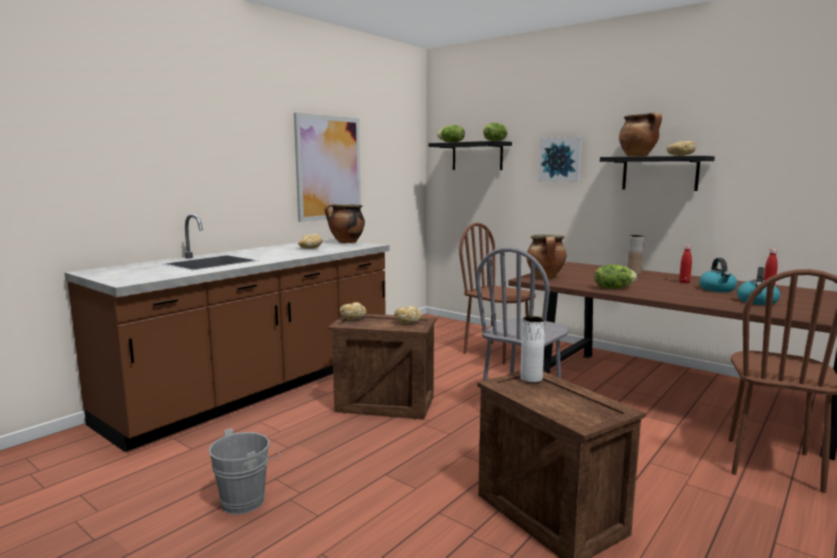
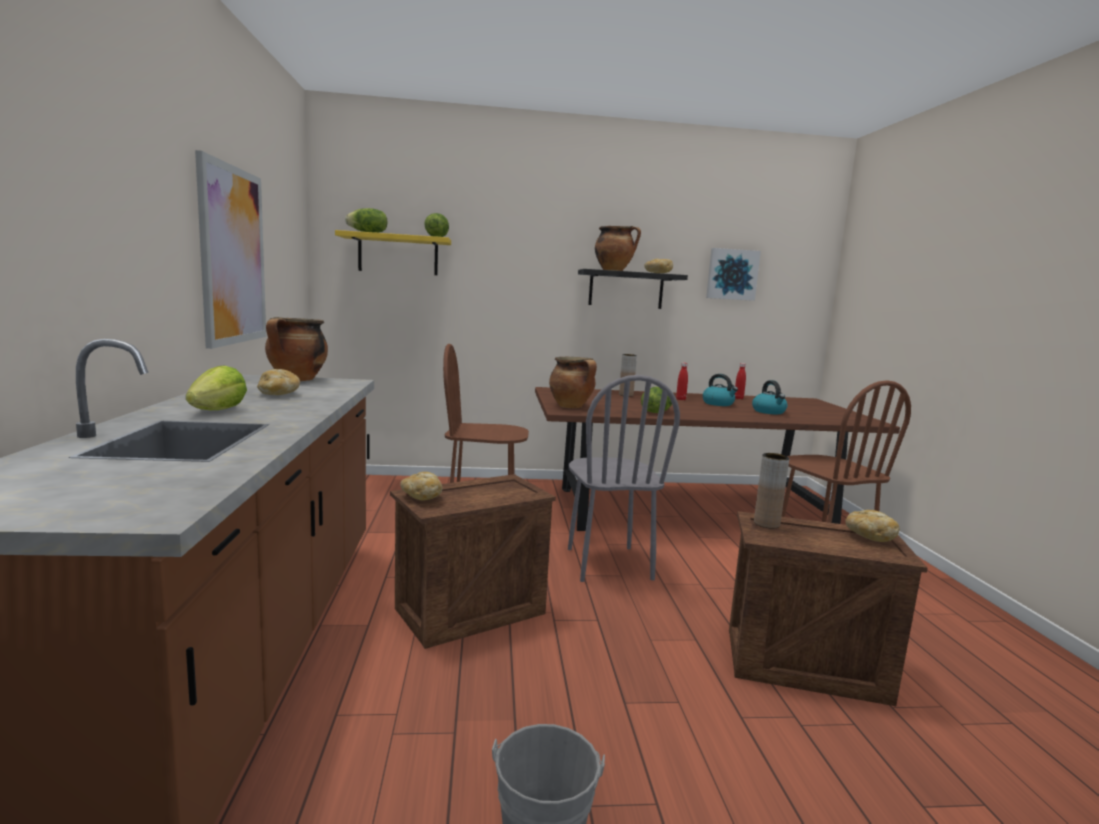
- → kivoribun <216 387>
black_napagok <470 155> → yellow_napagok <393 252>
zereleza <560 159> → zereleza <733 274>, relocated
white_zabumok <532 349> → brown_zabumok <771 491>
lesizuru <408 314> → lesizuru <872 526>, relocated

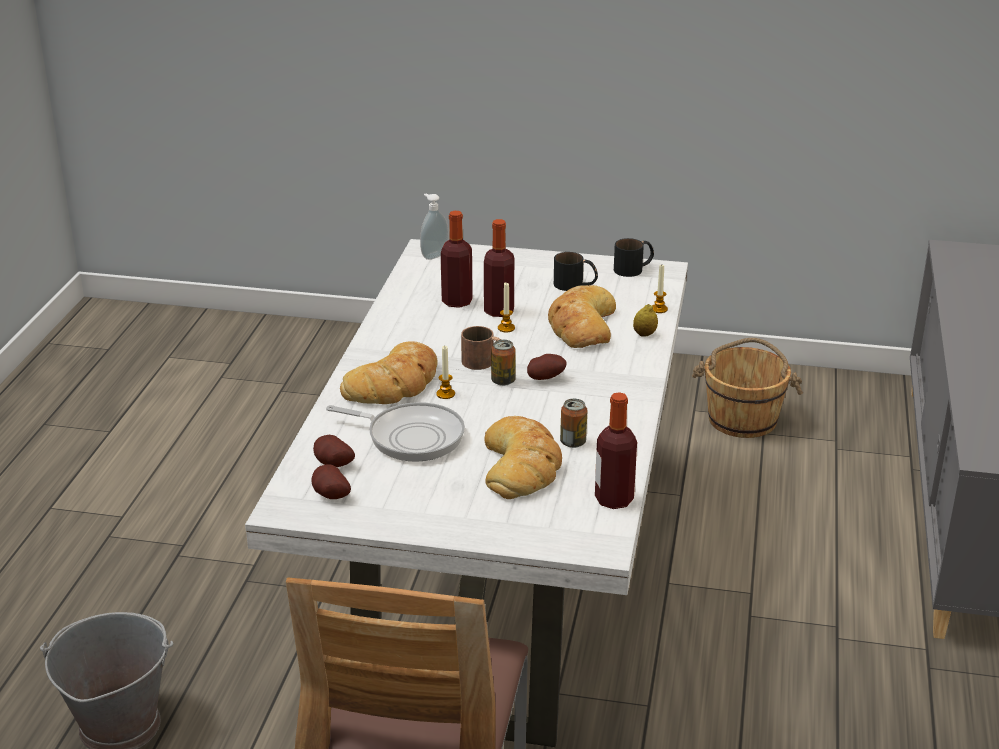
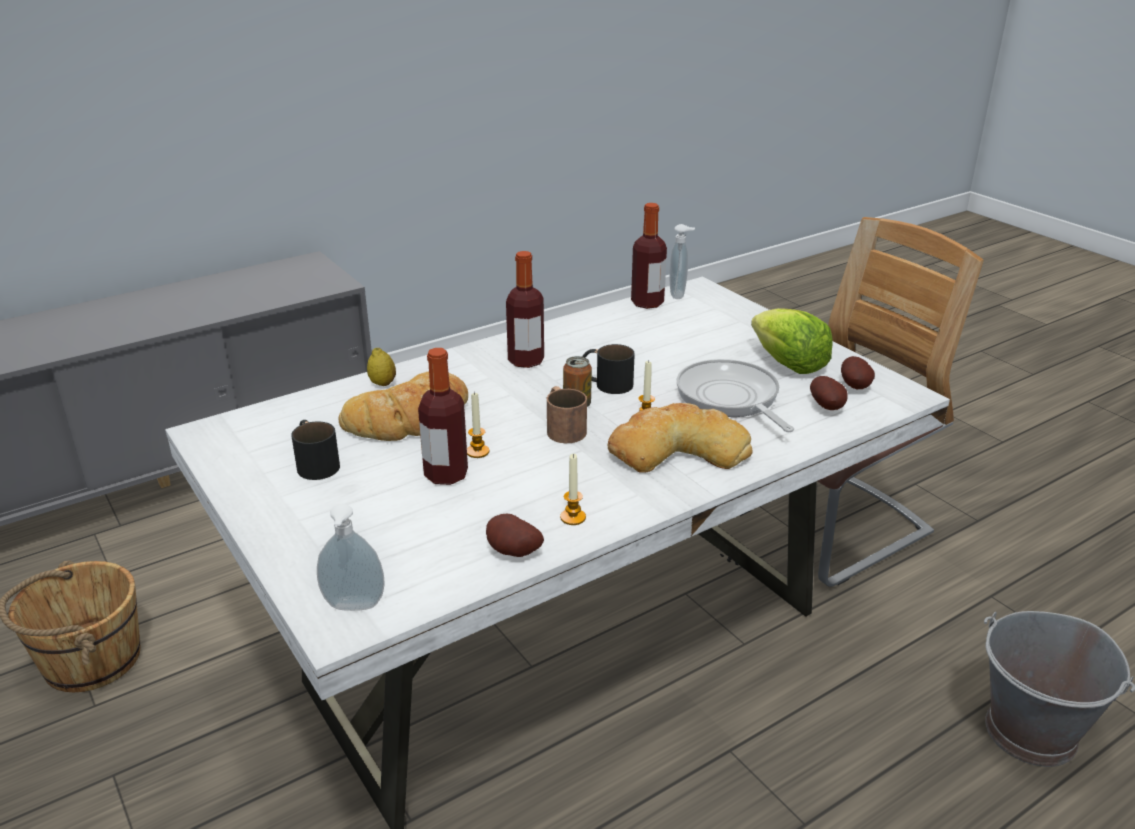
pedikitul <547 367> → pedikitul <515 535>, relocated
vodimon <457 259> → vodimon <525 309>, relocated
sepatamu <660 289> → sepatamu <573 489>, relocated
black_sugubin <634 257> → black_sugubin <608 369>, relocated
- → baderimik <682 261>
- → kivoribun <792 341>
lesizuru <523 457> → -
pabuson <573 423> → -

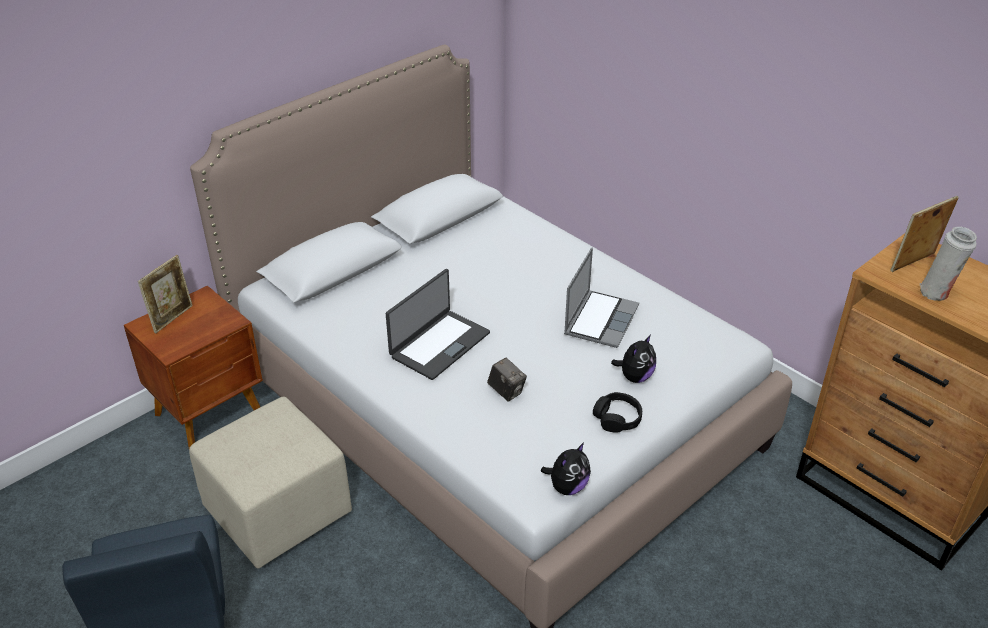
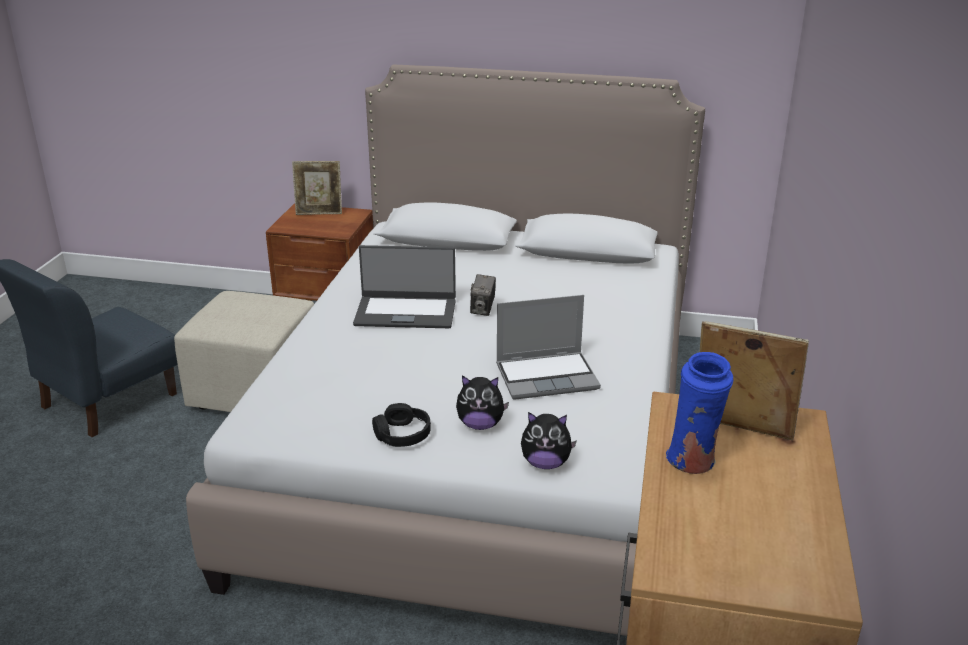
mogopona <507 379> → mogopona <483 295>, relocated
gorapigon <566 469> → gorapigon <549 440>, relocated
white_zabumok <948 264> → blue_zabumok <699 413>

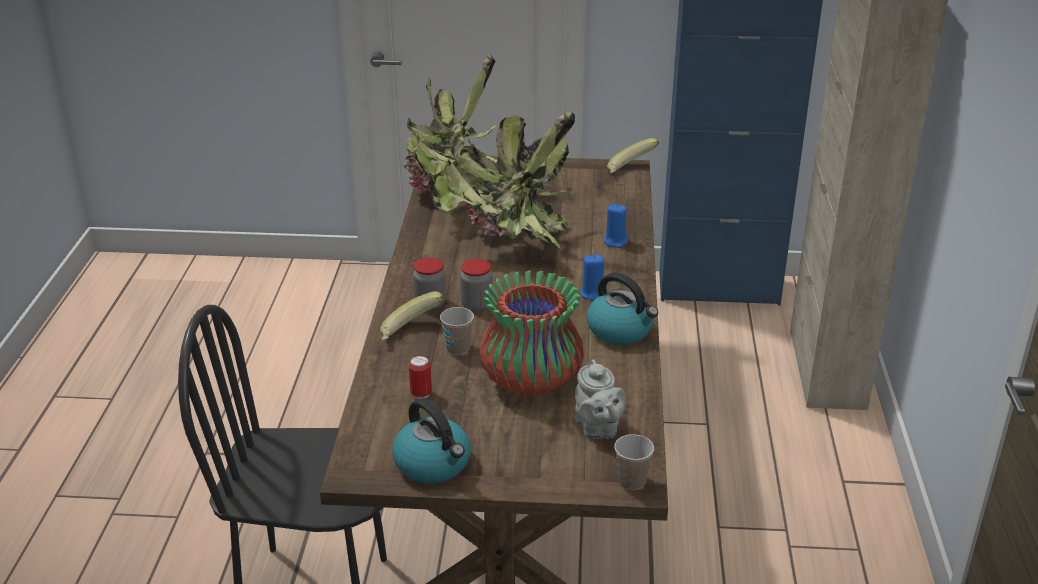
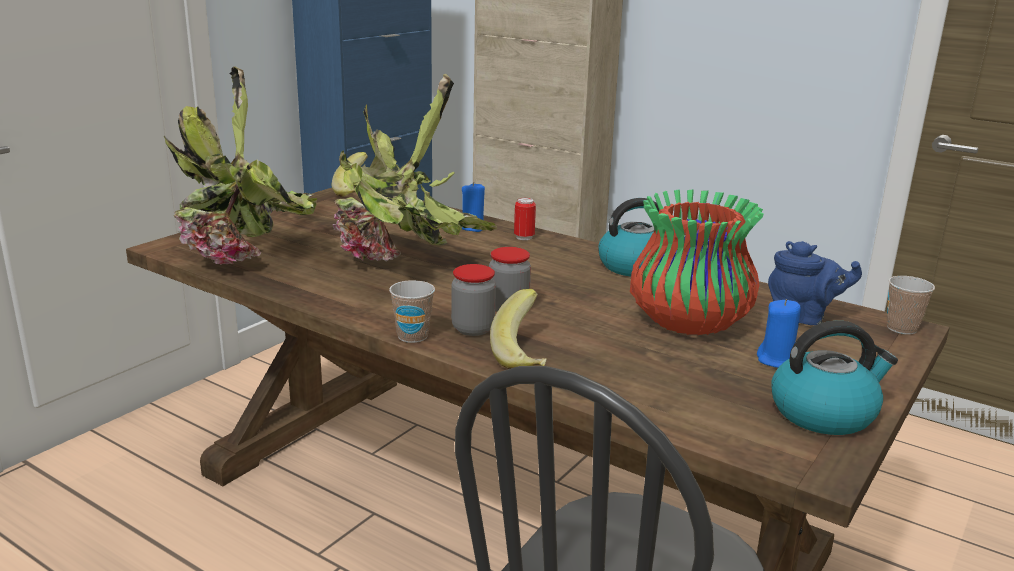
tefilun <457 331> → tefilun <412 311>, relocated
pabuson <420 377> → pabuson <525 219>, relocated
blue_sepatamu <592 277> → blue_sepatamu <779 333>, relocated
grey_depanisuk <600 399> → blue_depanisuk <815 283>

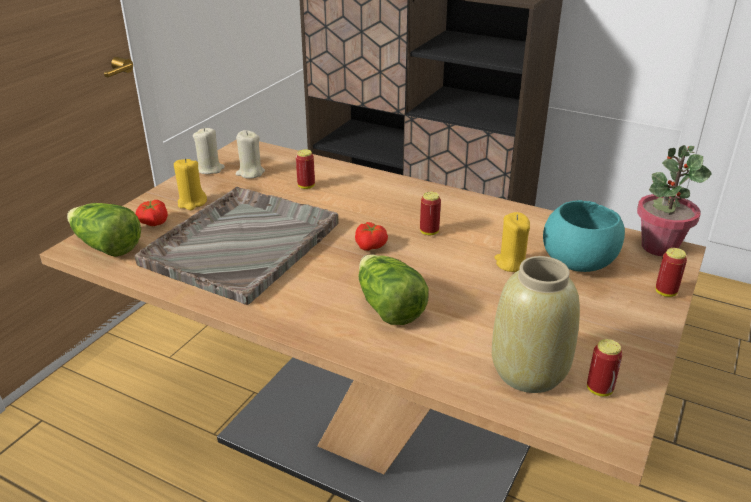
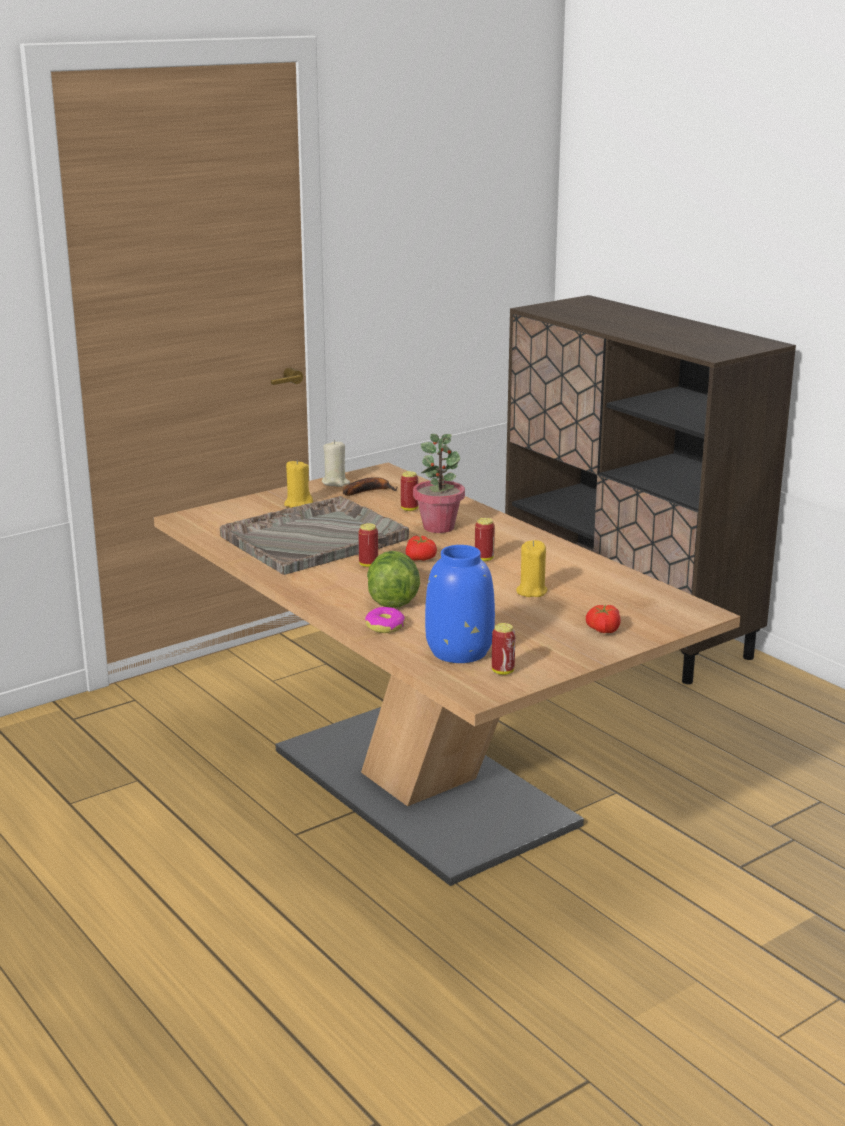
beige_sepatamu <250 154> → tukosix <370 486>
pabuson <671 272> → pabuson <368 545>, relocated
- → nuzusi <385 620>
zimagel <674 201> → zimagel <439 483>, relocated
beige_zabumok <536 324> → blue_zabumok <460 604>
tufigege <151 213> → tufigege <603 619>, relocated
kivoribun <104 230> → -
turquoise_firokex <584 236> → -

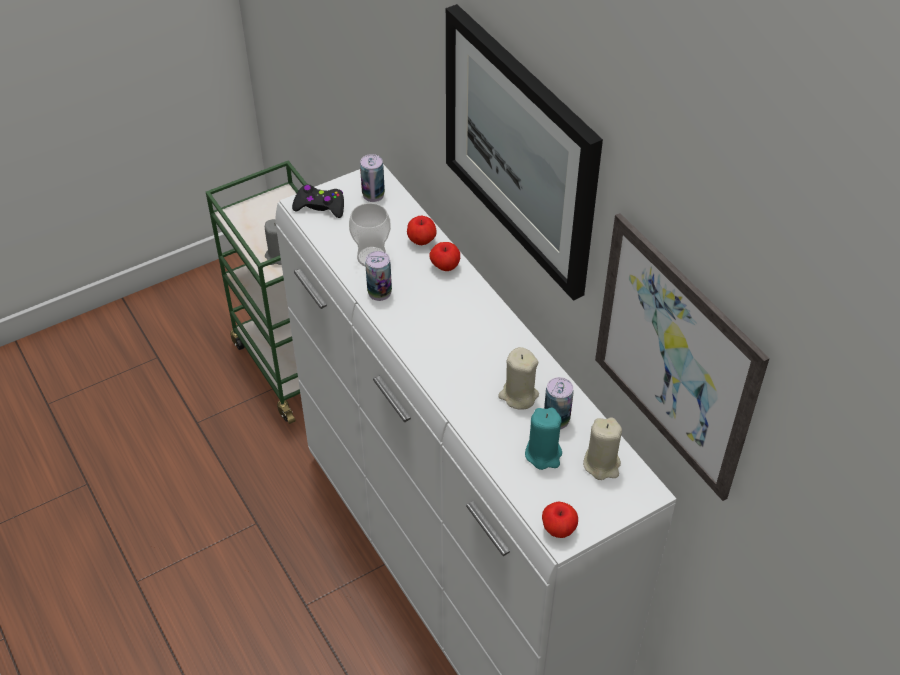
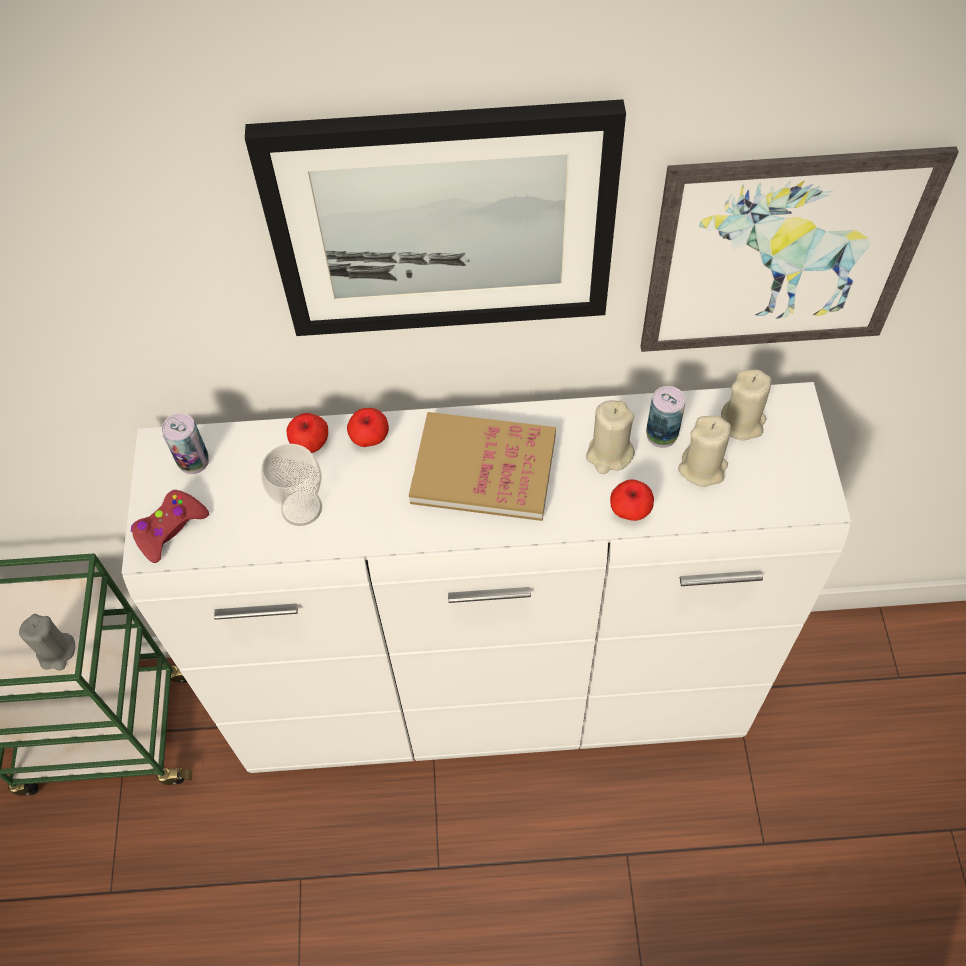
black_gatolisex <318 201> → red_gatolisex <170 526>
- → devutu <482 466>
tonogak <560 520> → tonogak <632 500>, relocated
turquoise_sepatamu <543 438> → beige_sepatamu <704 451>
pabuson <378 276> → -

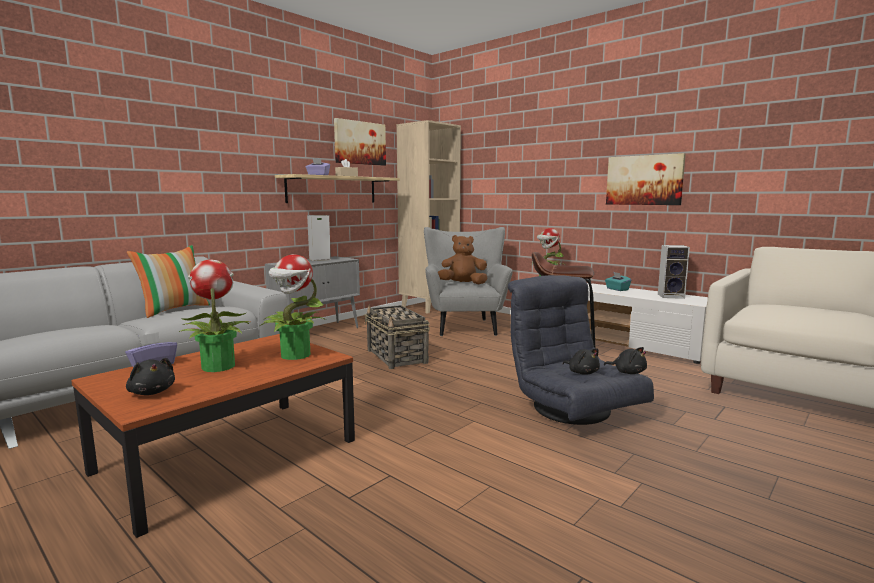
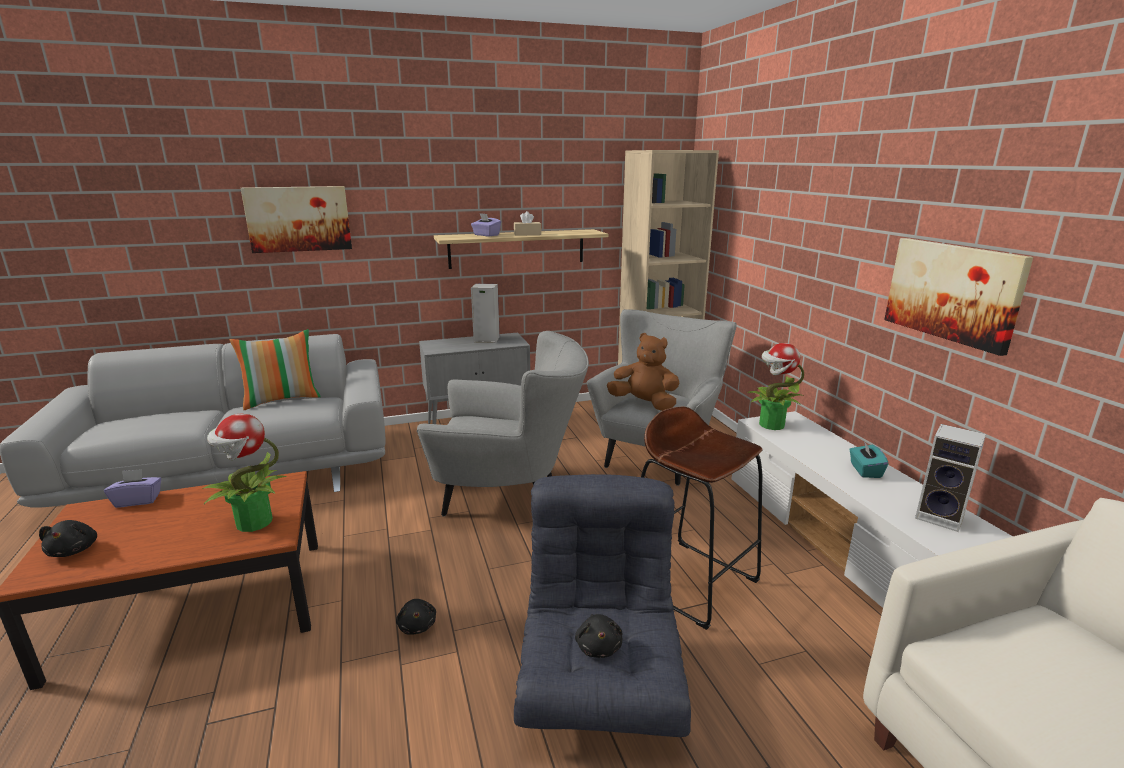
zereleza <360 142> → zereleza <296 219>, relocated
black_gorapigon <625 360> → black_gorapigon <416 616>, relocated
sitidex <397 336> → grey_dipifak <503 424>
zimagel <214 315> → -

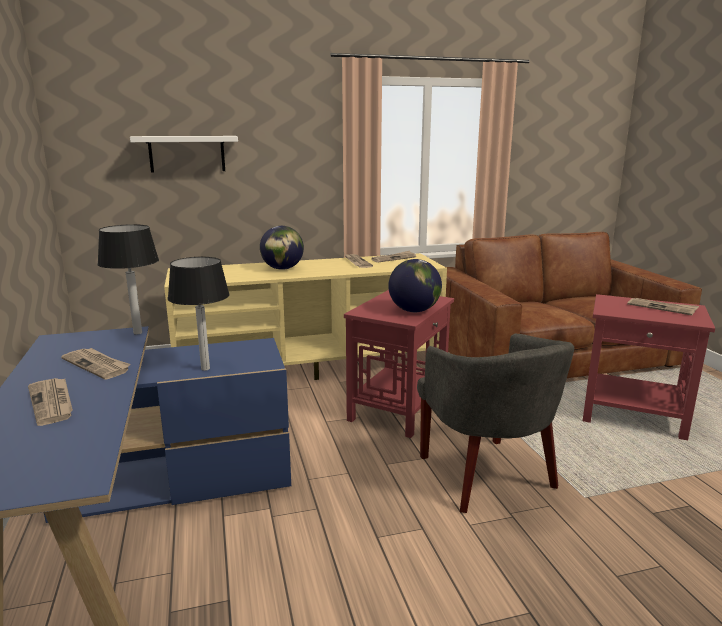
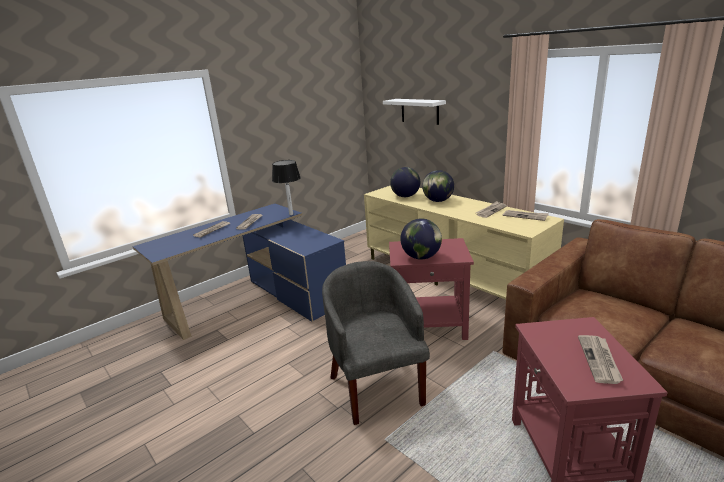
grey_dipifak <495 423> → grey_dipifak <376 343>, 120 degrees clockwise
- → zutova <405 182>
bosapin <199 314> → -

